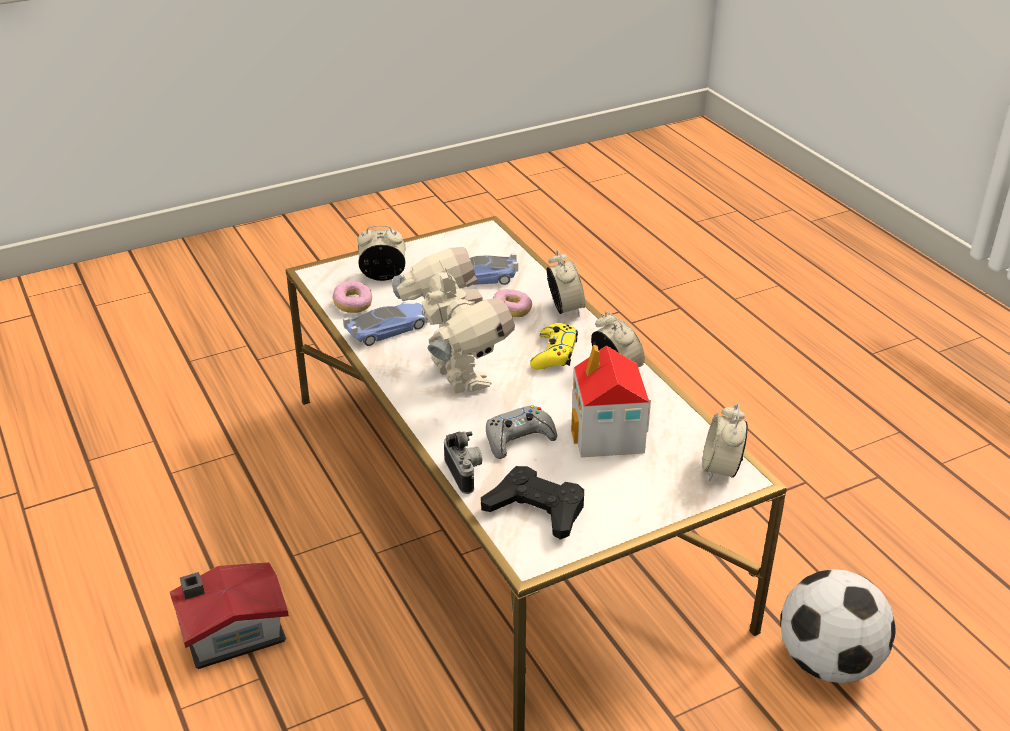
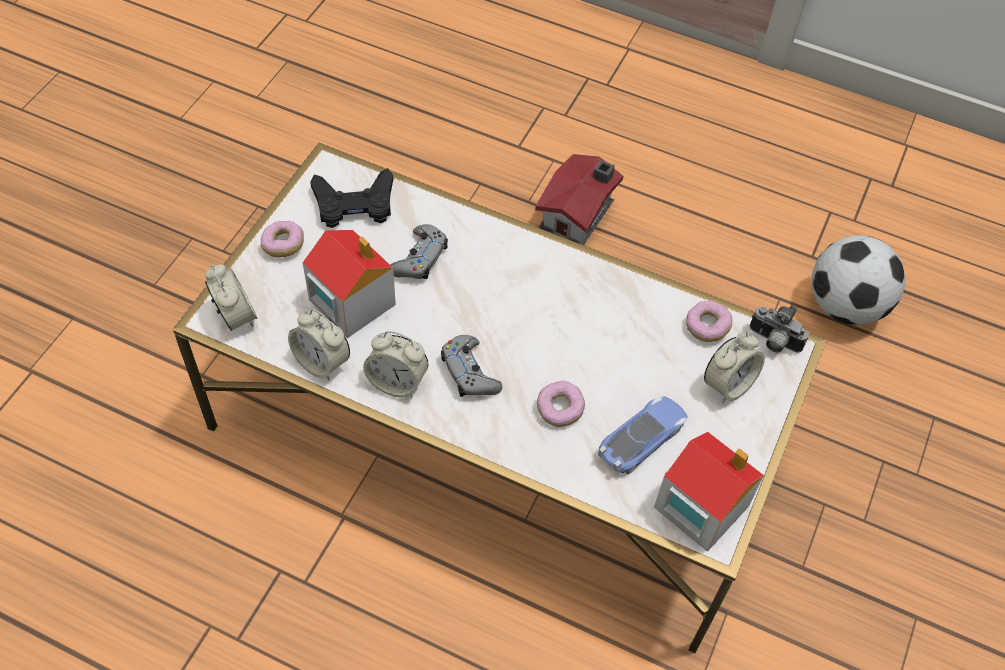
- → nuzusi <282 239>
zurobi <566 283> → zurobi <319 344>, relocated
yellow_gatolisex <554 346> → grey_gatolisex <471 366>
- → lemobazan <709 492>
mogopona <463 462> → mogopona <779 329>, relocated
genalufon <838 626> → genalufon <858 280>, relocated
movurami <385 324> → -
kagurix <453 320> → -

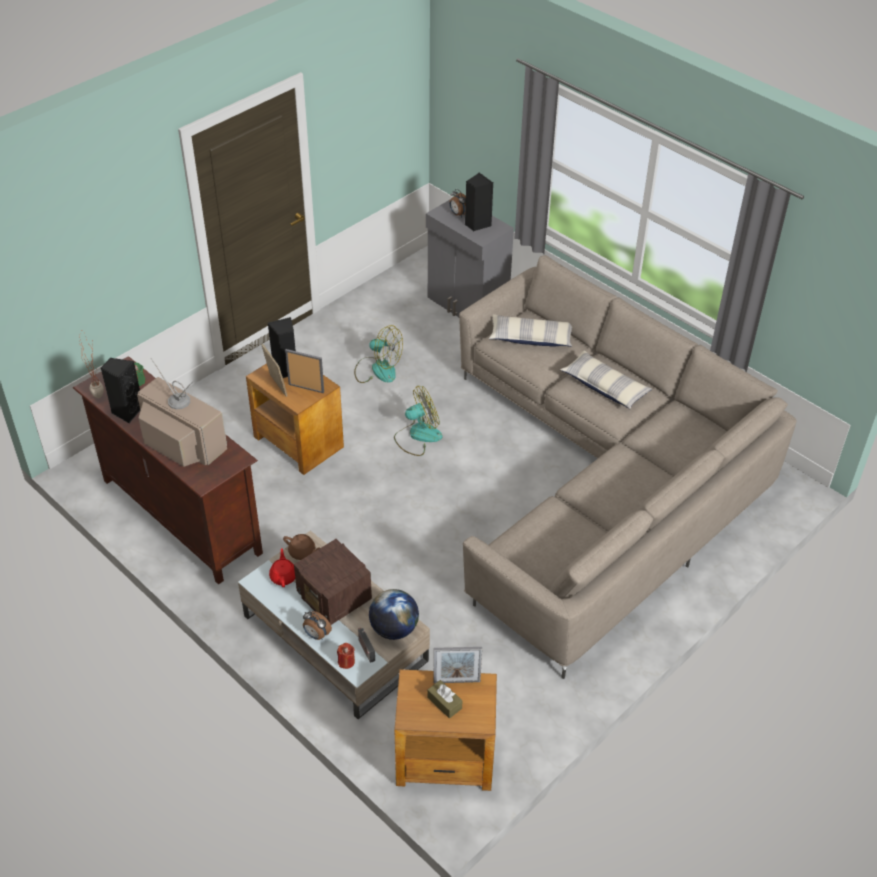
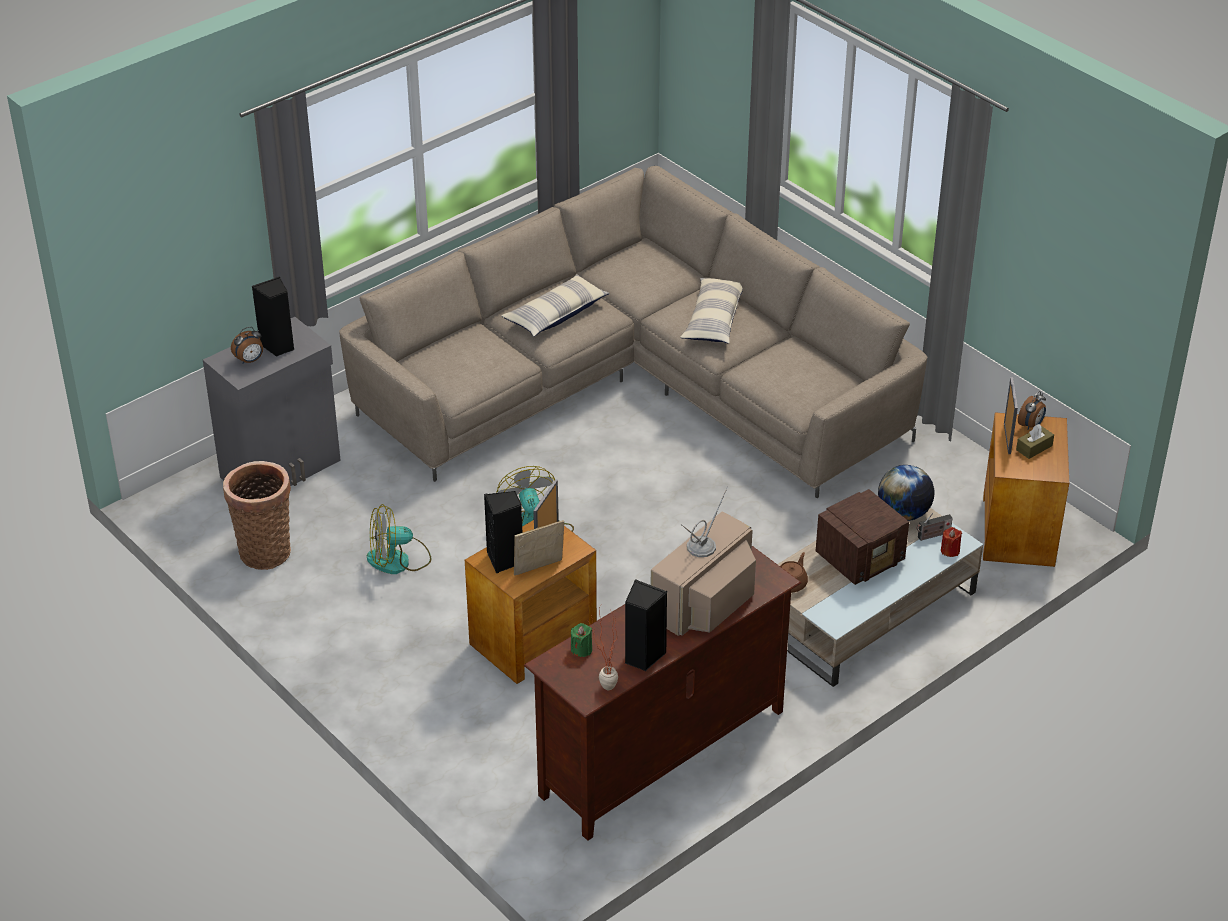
- → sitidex <257 515>
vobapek <378 354> → vobapek <399 539>, 135 degrees counterclockwise
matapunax <530 330> → matapunax <711 311>, relocated
zurobi <317 625> → zurobi <1032 410>, relocated
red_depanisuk <282 567> → -

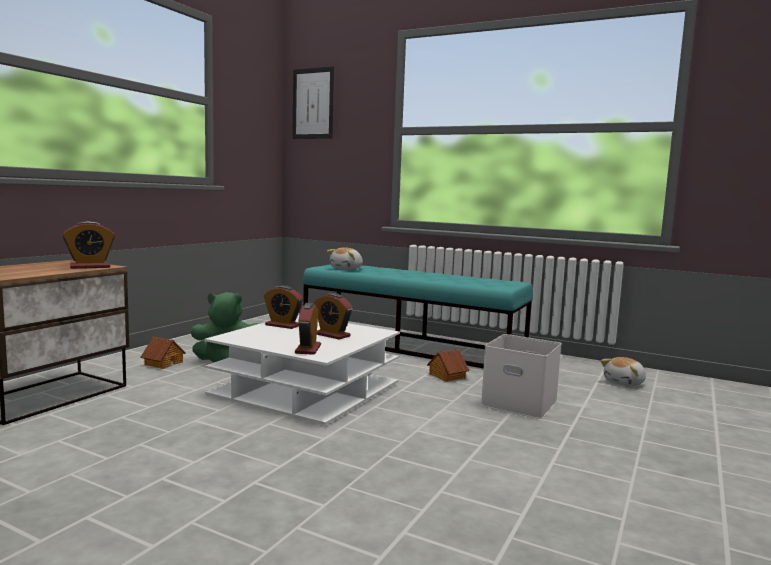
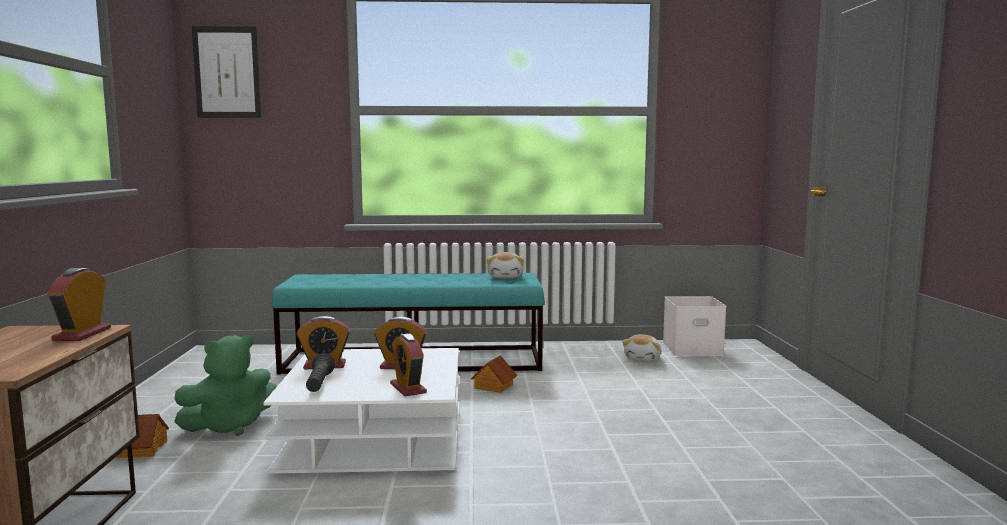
zurobi <88 245> → zurobi <79 304>, 150 degrees clockwise
- → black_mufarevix <320 372>
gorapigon <345 258> → gorapigon <505 265>, relocated
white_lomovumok <521 376> → white_lomovumok <694 326>, relocated

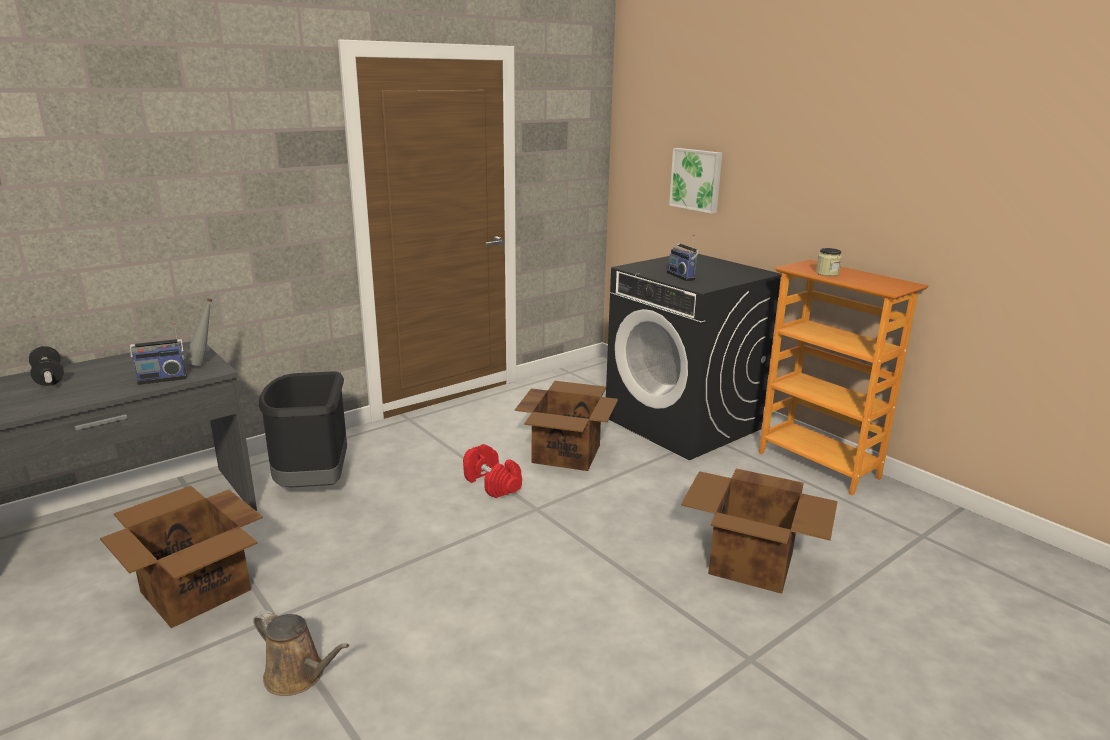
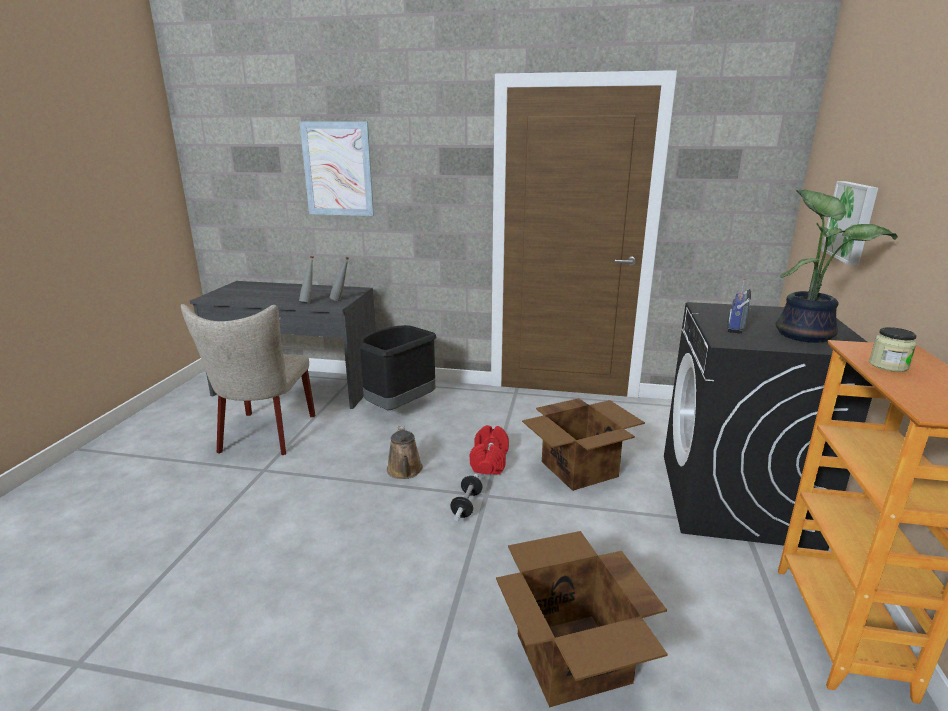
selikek <181 557> → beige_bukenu <248 379>
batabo <158 353> → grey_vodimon <306 279>
- → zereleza <337 168>
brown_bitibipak <301 653> → brown_bitibipak <405 452>, relocated
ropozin <46 366> → ropozin <466 497>, relocated
- → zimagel <837 266>

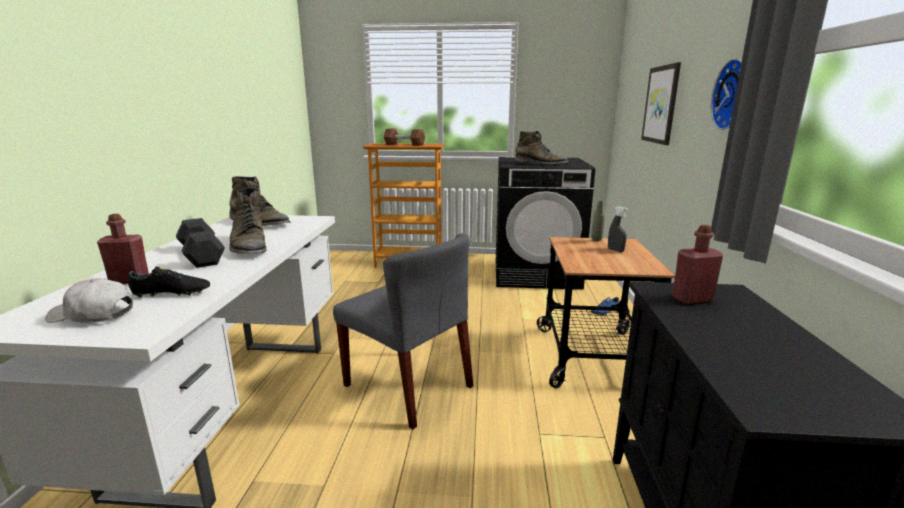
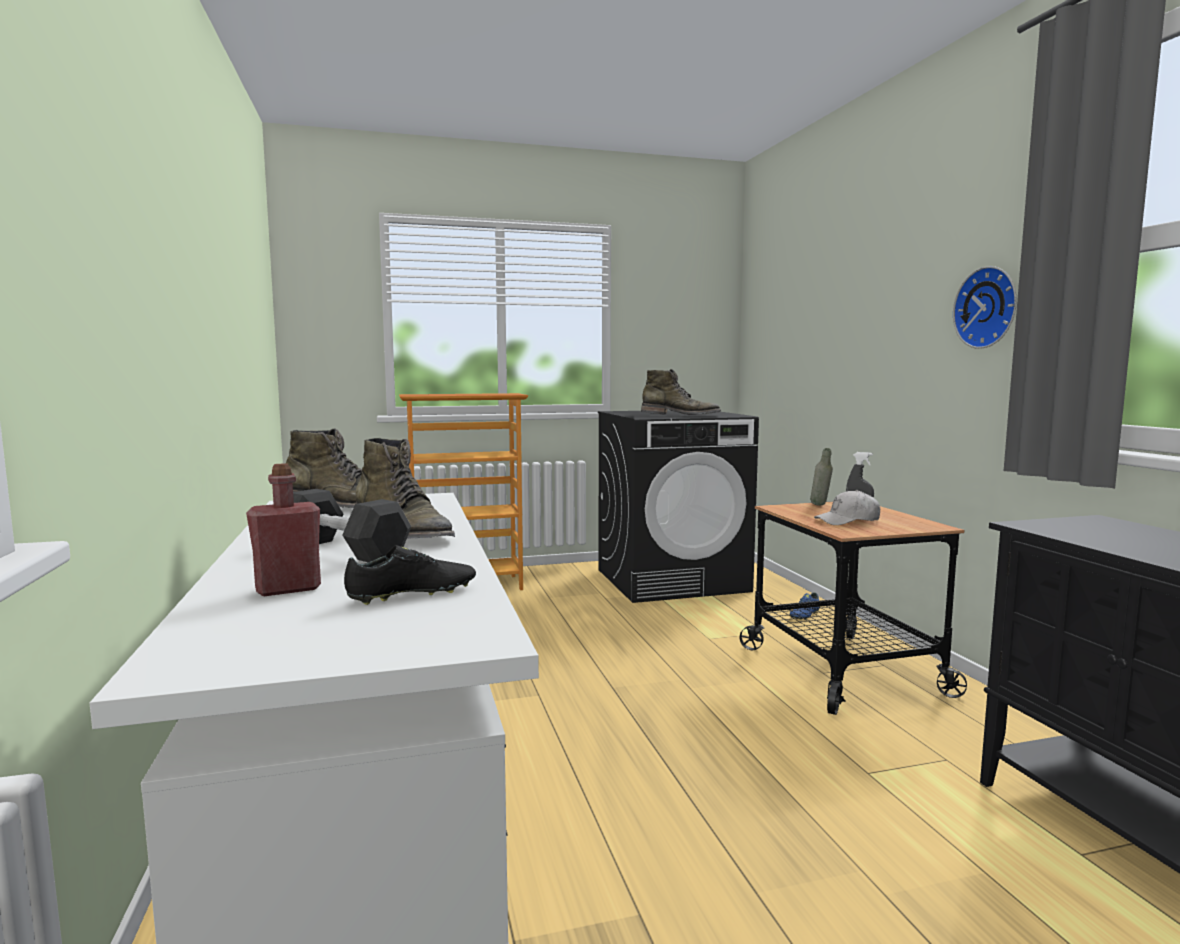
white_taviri <89 300> → white_taviri <847 507>, relocated
grey_bukenu <403 331> → -
brown_ropozin <404 137> → -
zereleza <661 103> → -
red_vodimon <697 264> → -

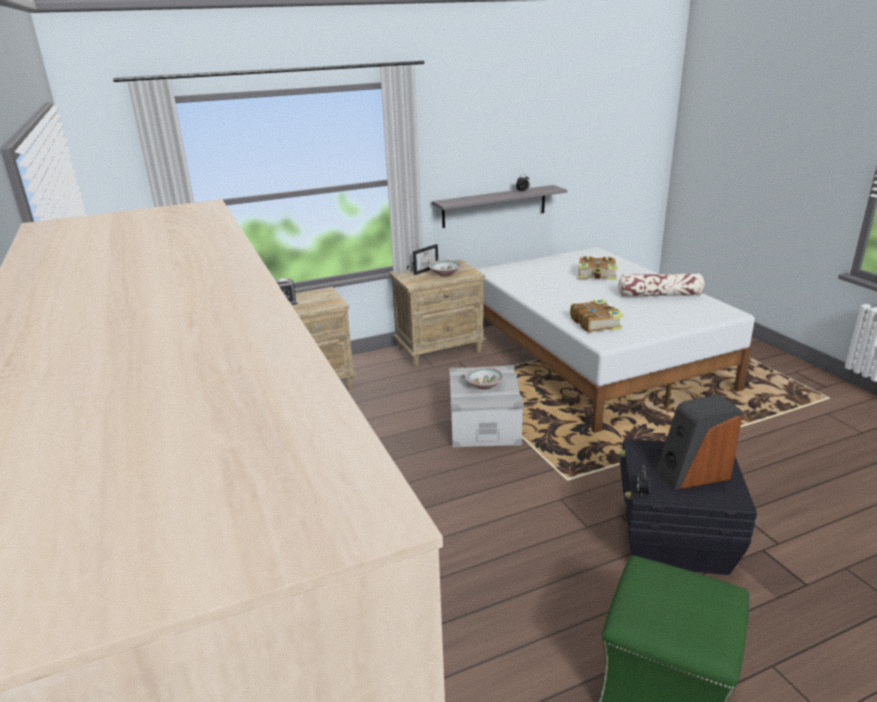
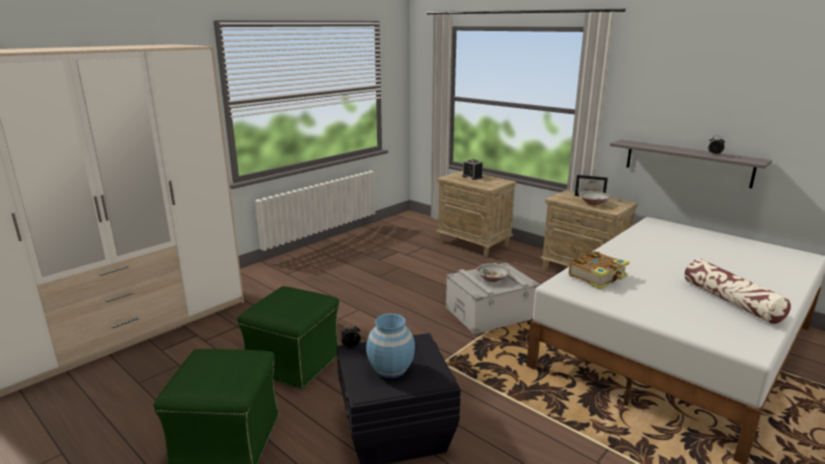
- → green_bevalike <288 338>
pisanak <699 442> → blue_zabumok <390 345>
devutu <598 268> → -

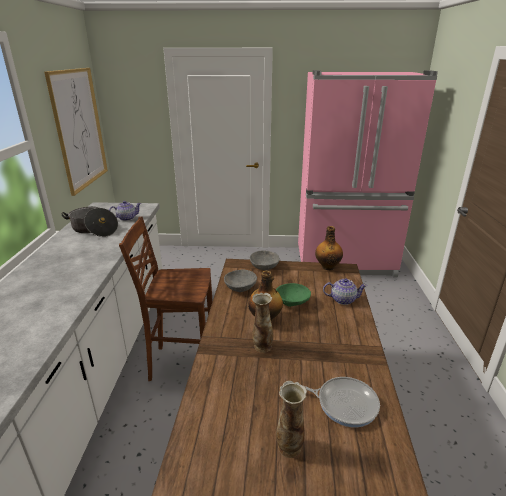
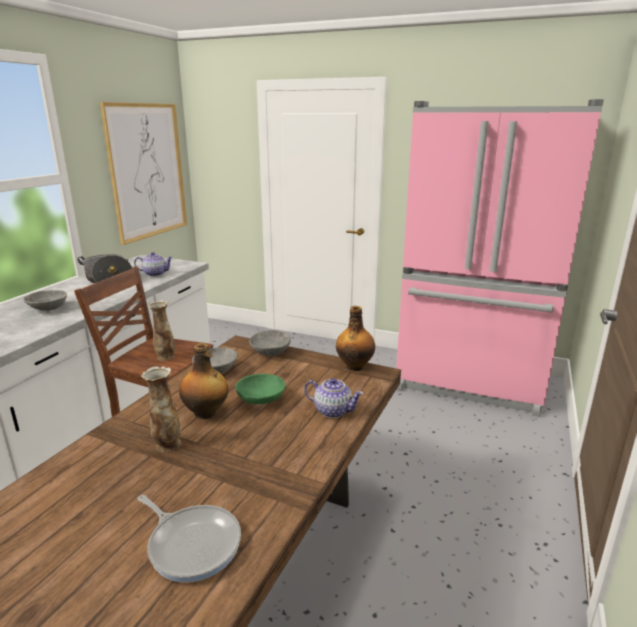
- → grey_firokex <45 300>
zabumok <291 419> → zabumok <161 330>, relocated

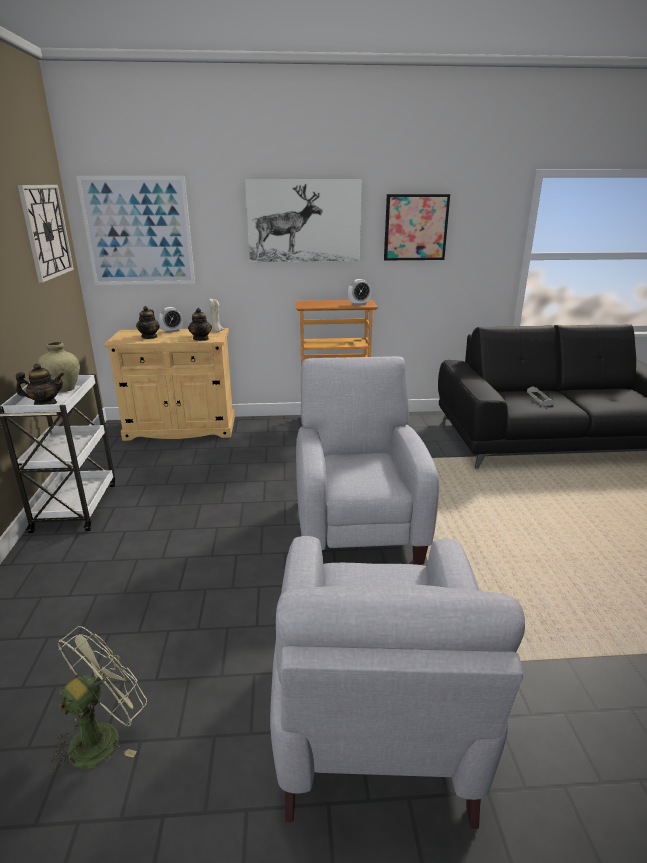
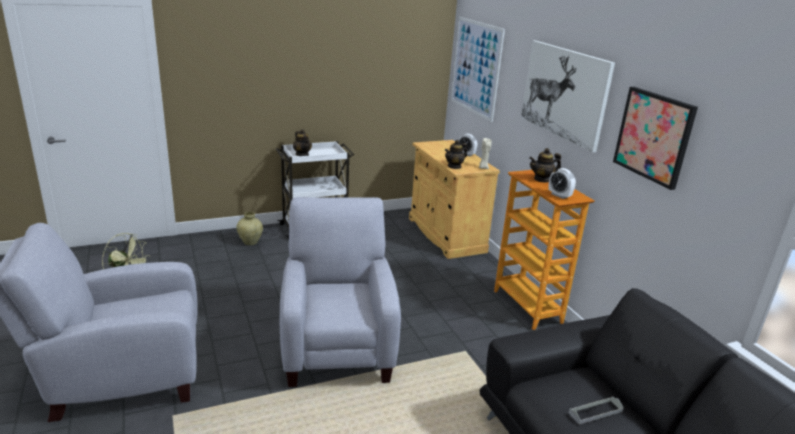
beige_zabumok <58 367> → beige_zabumok <250 228>, relocated
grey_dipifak <367 460> → grey_dipifak <340 292>, 75 degrees counterclockwise
depanisuk <148 322> → depanisuk <545 165>, relocated
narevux <46 234> → -

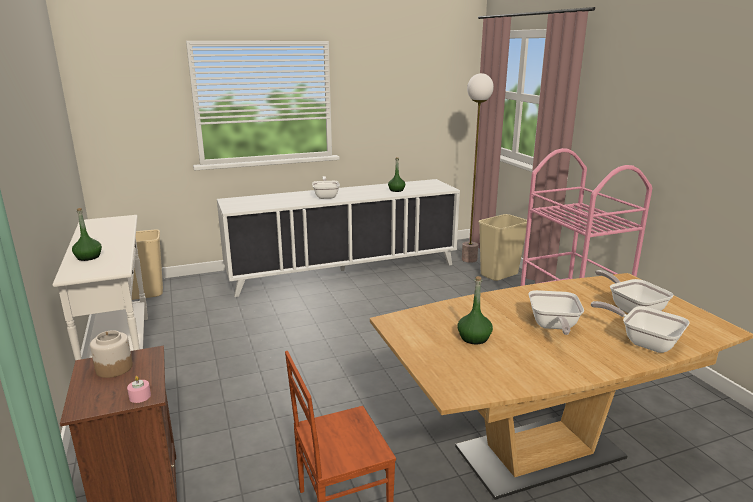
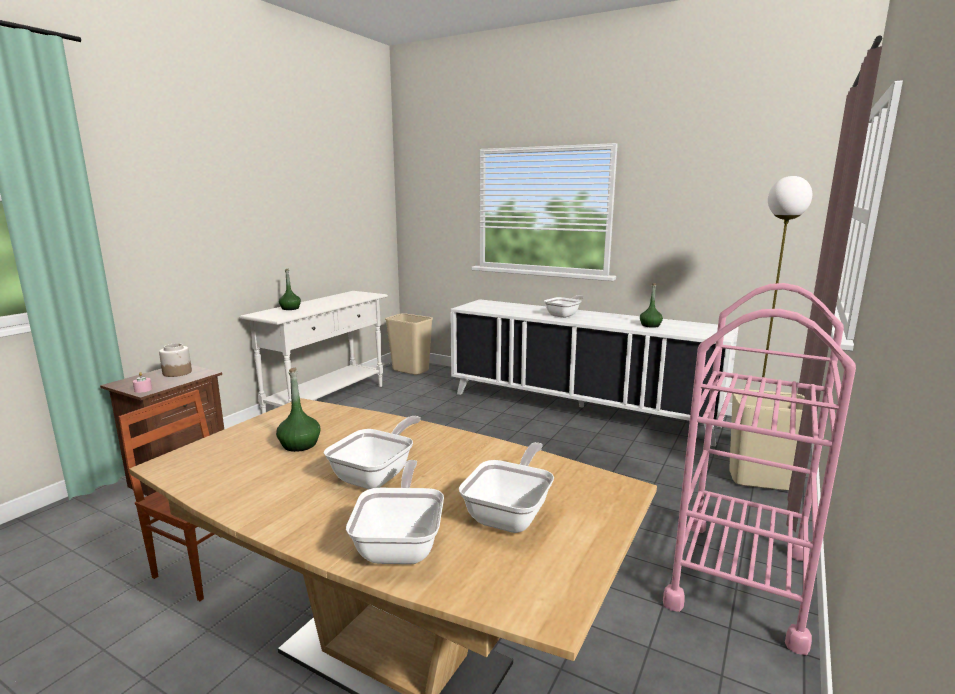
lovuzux <556 312> → lovuzux <372 452>, 150 degrees clockwise

